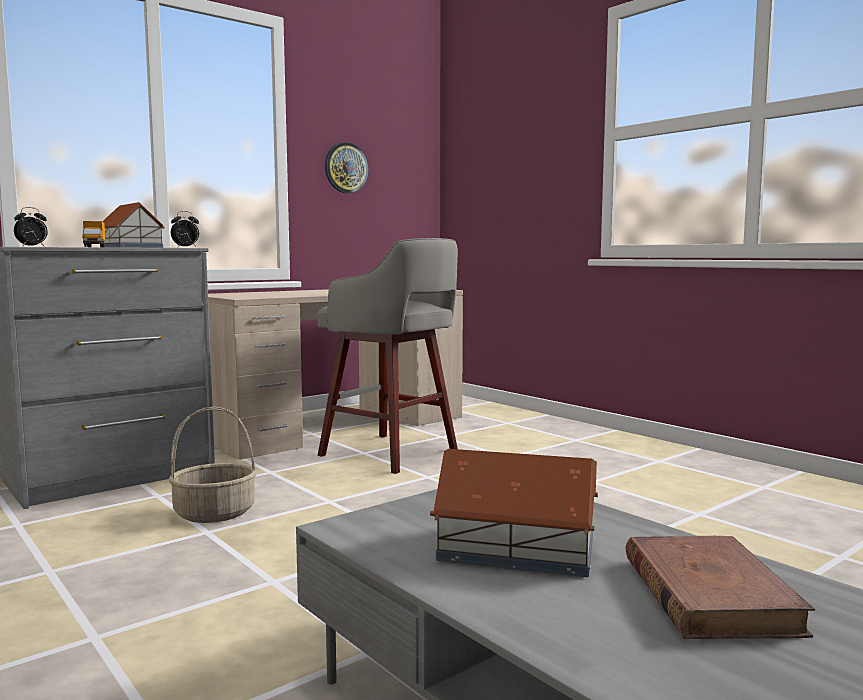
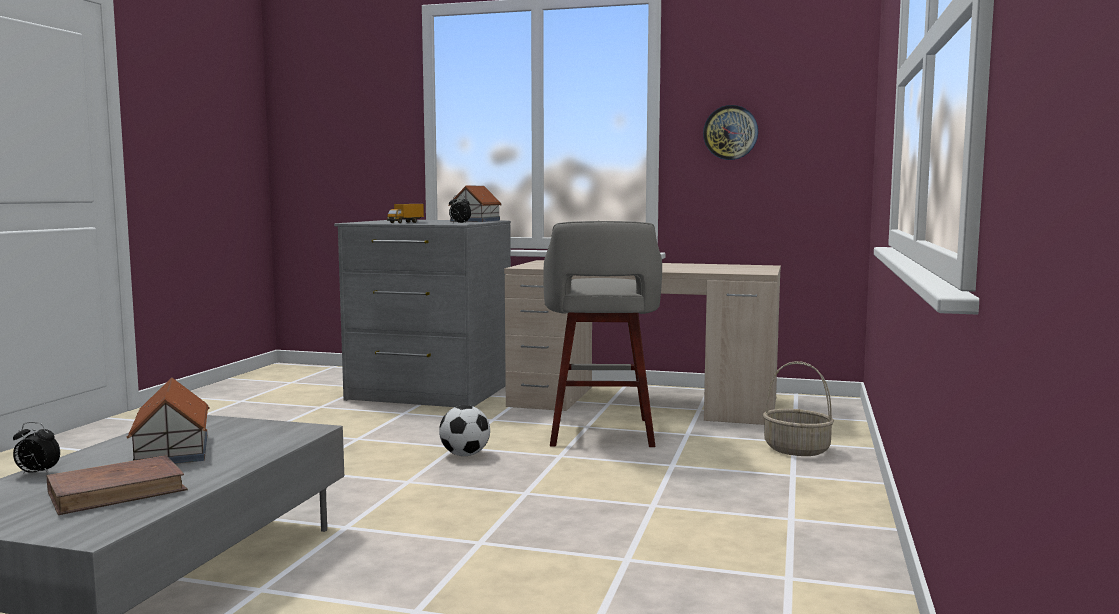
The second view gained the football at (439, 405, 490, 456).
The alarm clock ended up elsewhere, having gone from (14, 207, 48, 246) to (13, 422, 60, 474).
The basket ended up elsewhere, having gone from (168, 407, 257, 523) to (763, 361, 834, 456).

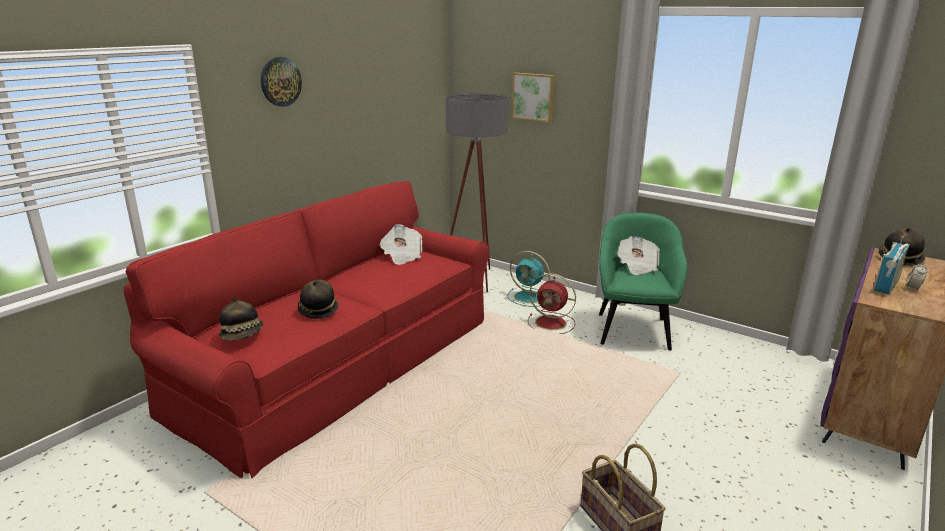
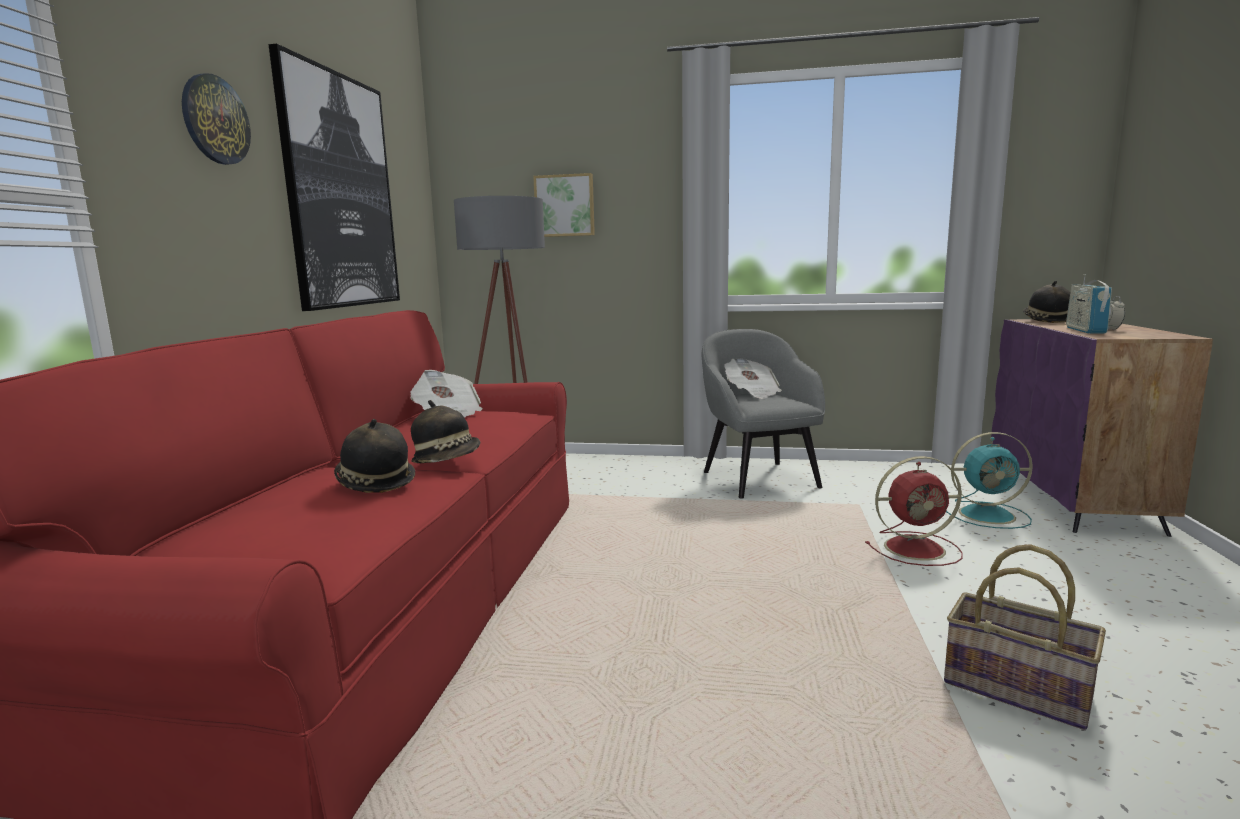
The second view gained the picture at (268, 44, 400, 311).
The hat ended up elsewhere, having gone from (219, 297, 264, 341) to (411, 400, 480, 463).
The turquoise fan ended up elsewhere, having gone from (507, 251, 550, 307) to (946, 432, 1033, 529).
The red fan ended up elsewhere, having gone from (528, 273, 576, 334) to (865, 456, 962, 566).
What was the green armchair at (599, 213, 688, 351) turned into the grey armchair at (702, 329, 825, 499).

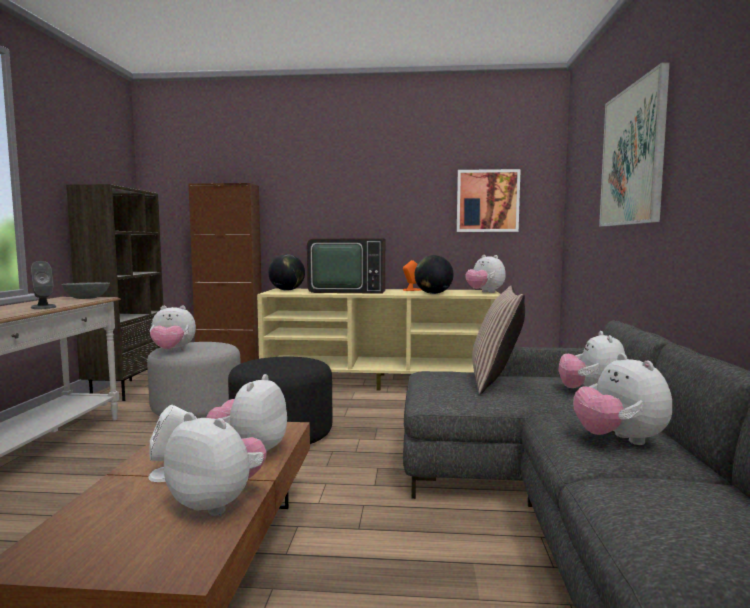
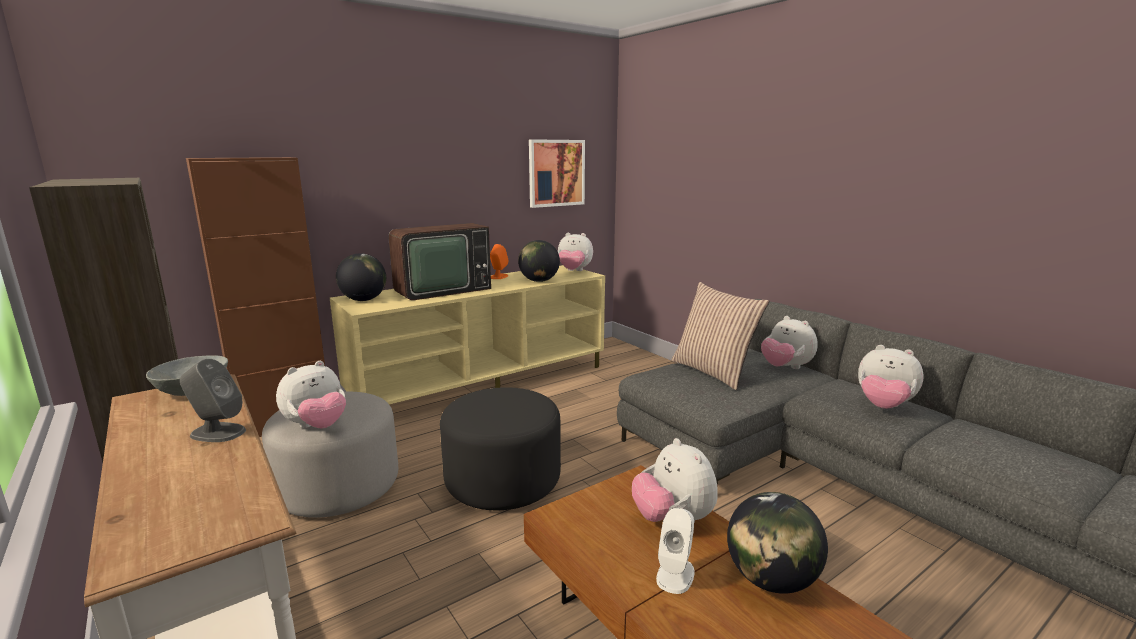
The second view lost the picture at (599, 62, 670, 227).
Where the plush toy stood at (164, 412, 267, 516), the globe came to stand at (727, 492, 828, 594).

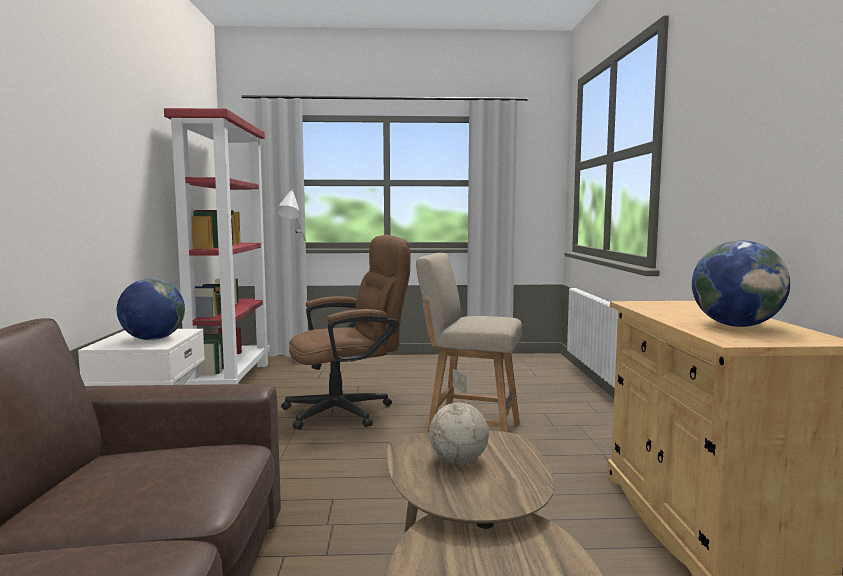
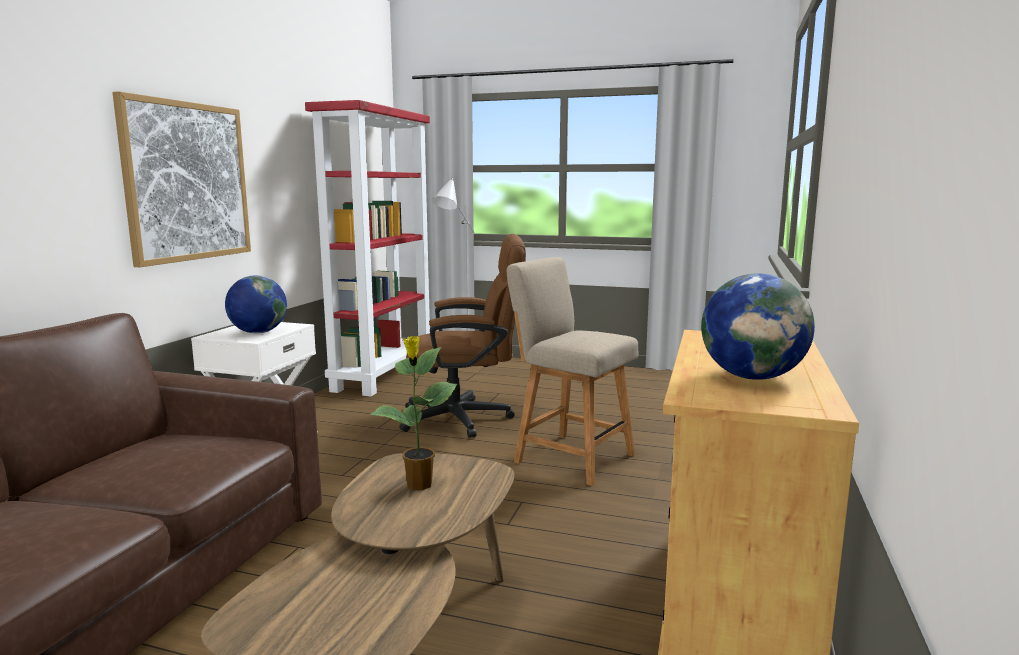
The second view gained the picture at (112, 91, 251, 267).
Where the globe stood at (429, 369, 489, 464), the potted plant came to stand at (370, 336, 457, 490).

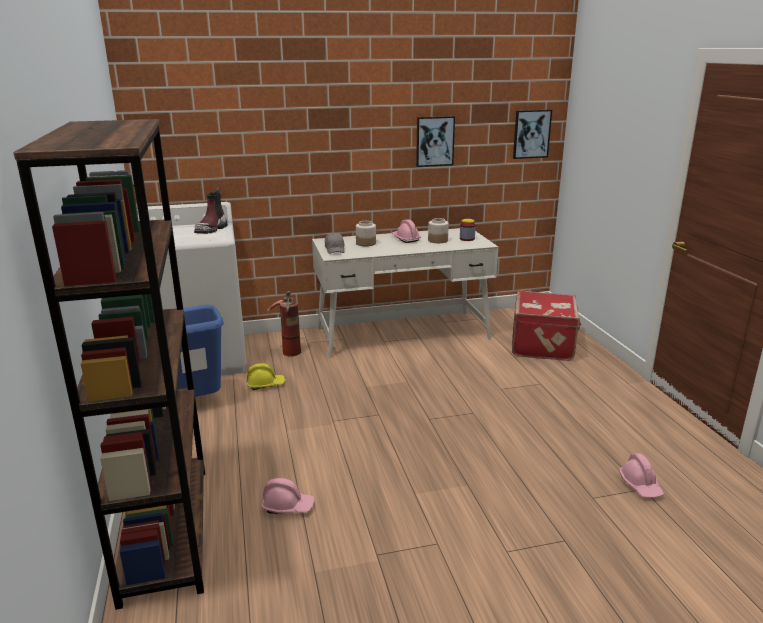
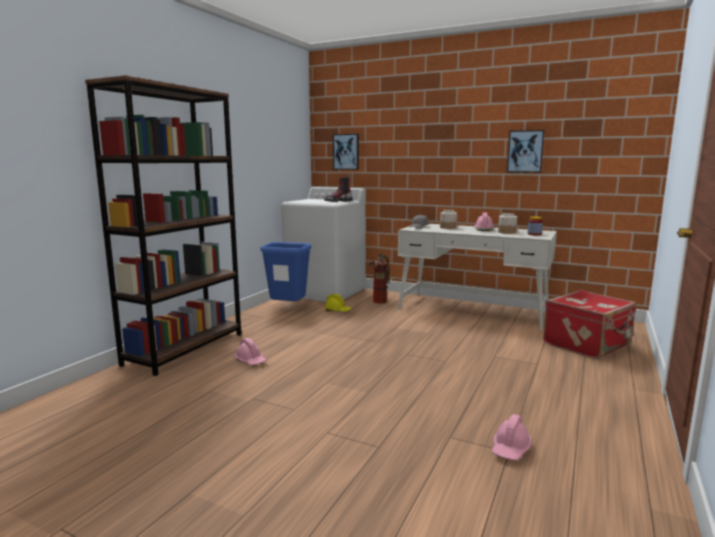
The picture ended up elsewhere, having gone from (513, 110, 552, 159) to (333, 134, 359, 170).

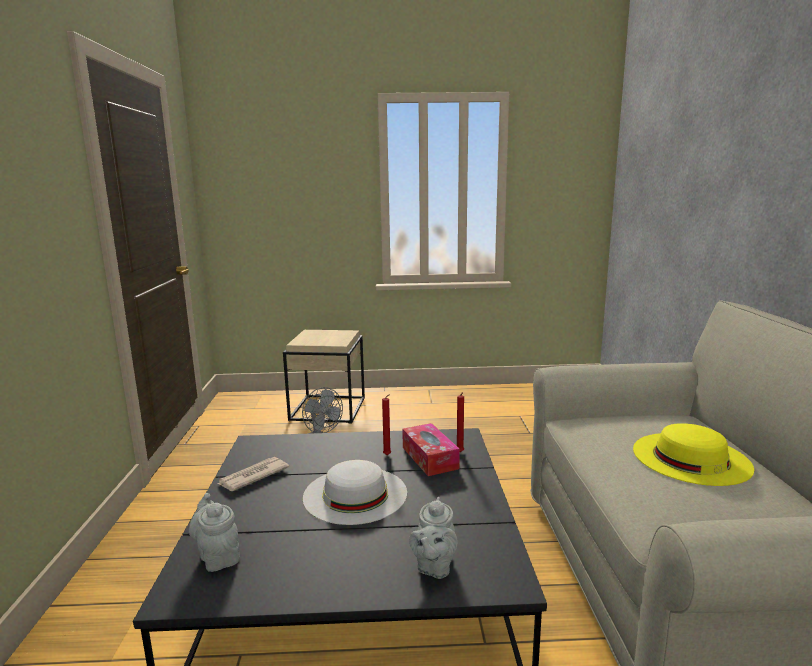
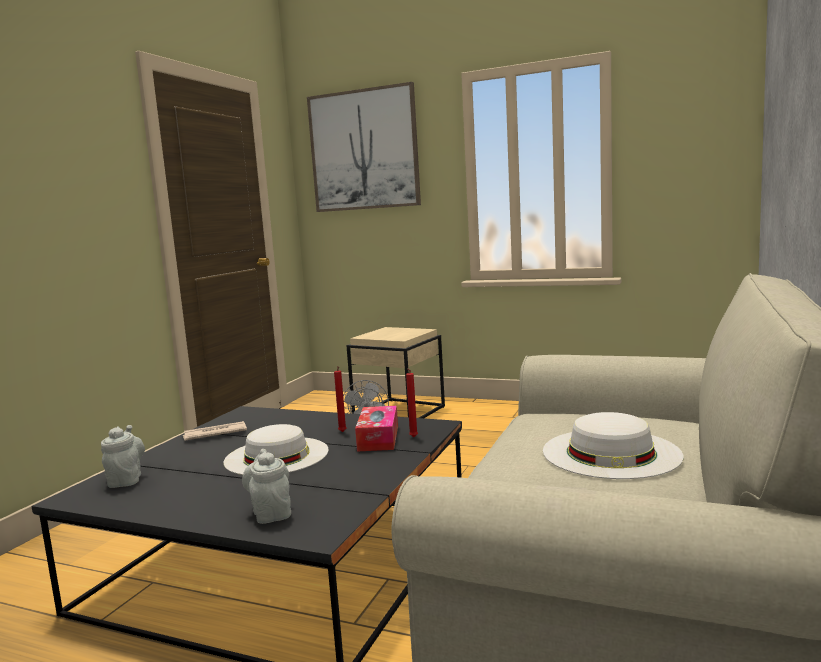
The second view gained the picture at (307, 82, 421, 212).
What was the yellow hat at (633, 423, 754, 486) turned into the white hat at (543, 412, 684, 479).
The grey teapot at (409, 497, 458, 579) ended up facing another way, 120 degrees clockwise from before.

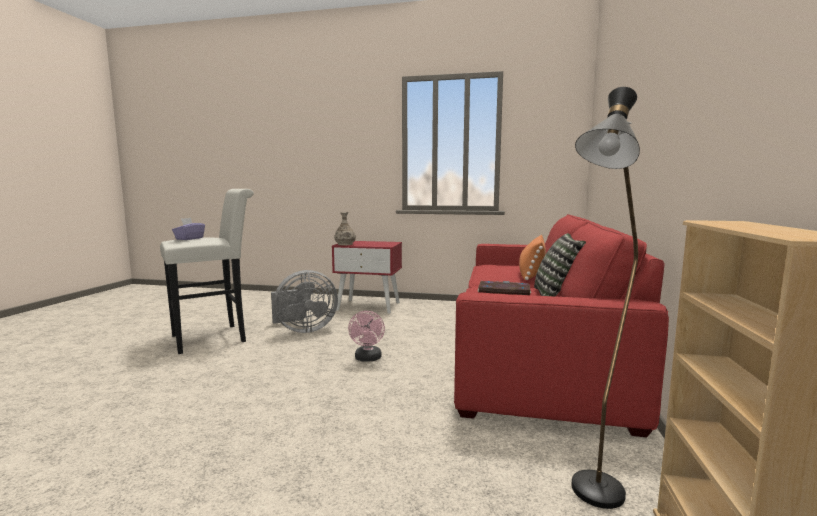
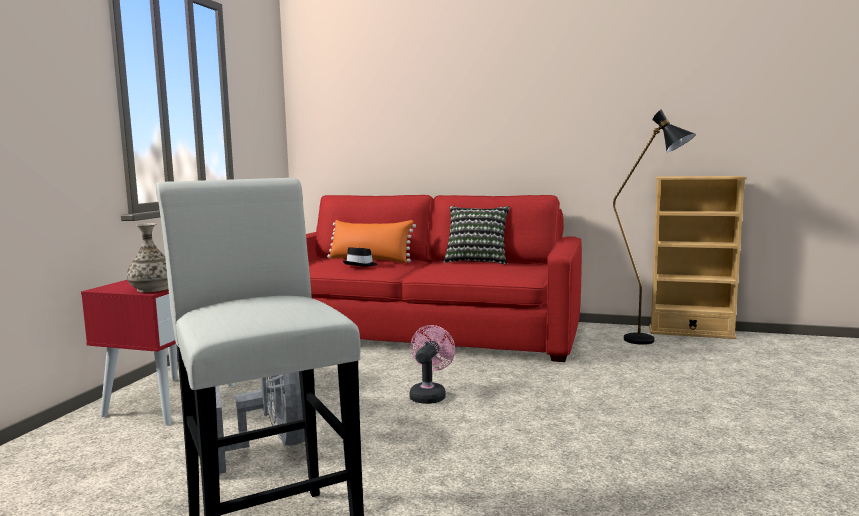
The second view lost the purple tissue box at (172, 218, 205, 240).
The second view lost the book at (477, 281, 531, 295).
The second view gained the black hat at (343, 247, 378, 266).
The pink fan at (348, 311, 385, 362) ended up facing another way, 75 degrees counterclockwise from before.

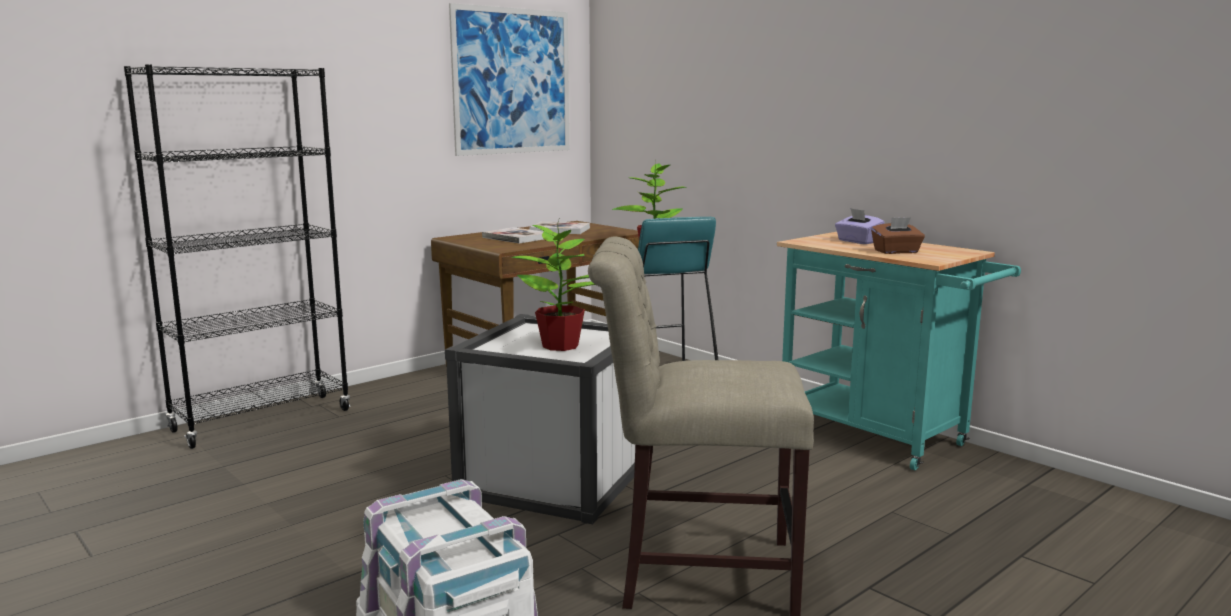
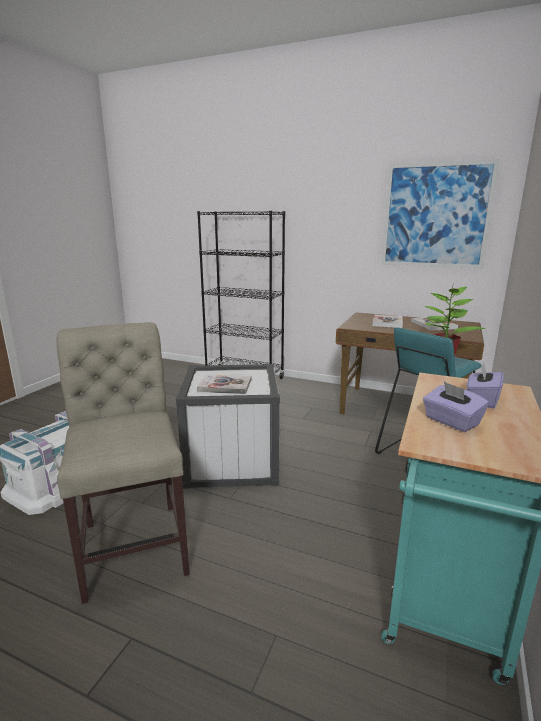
Where the potted plant stood at (512, 219, 595, 351), the book came to stand at (197, 374, 251, 394).
What was the brown tissue box at (871, 217, 925, 254) turned into the purple tissue box at (423, 382, 489, 432).

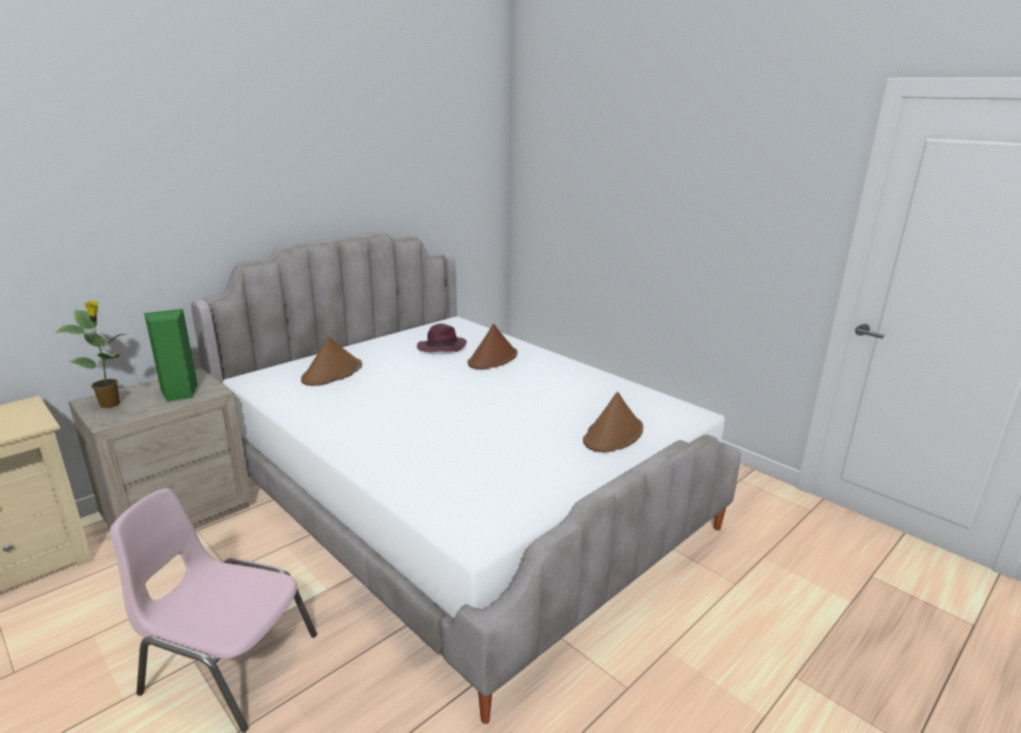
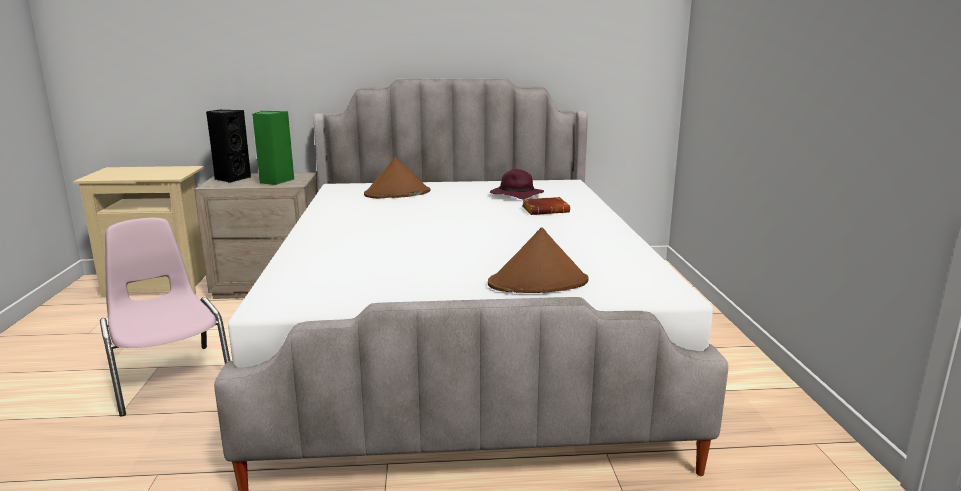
Where the potted plant stood at (54, 301, 125, 408), the black speaker came to stand at (206, 110, 251, 183).
Where the brown hat stood at (468, 324, 517, 369), the brown book came to stand at (522, 197, 570, 215).

